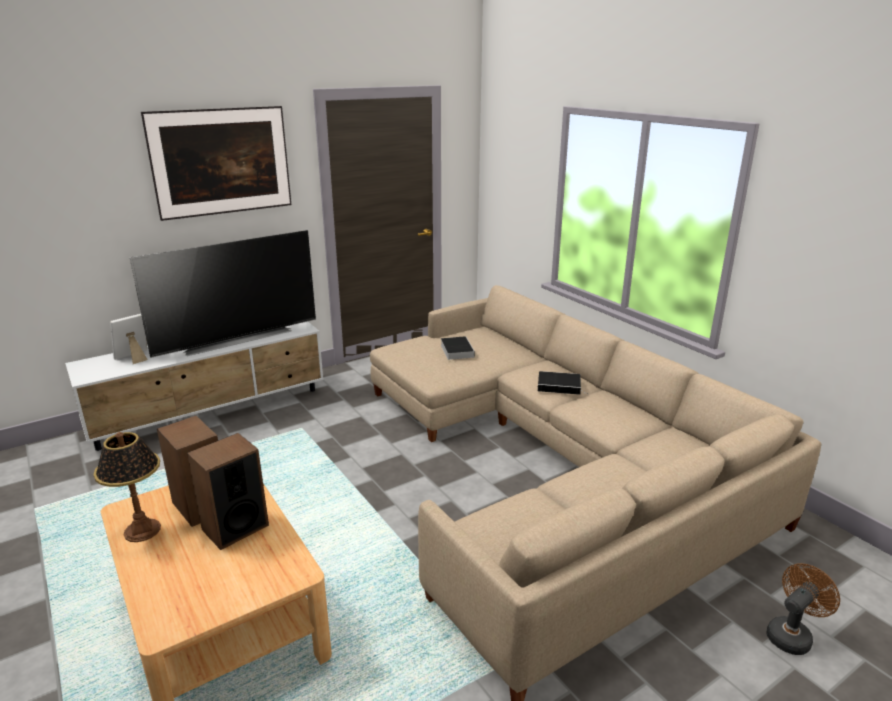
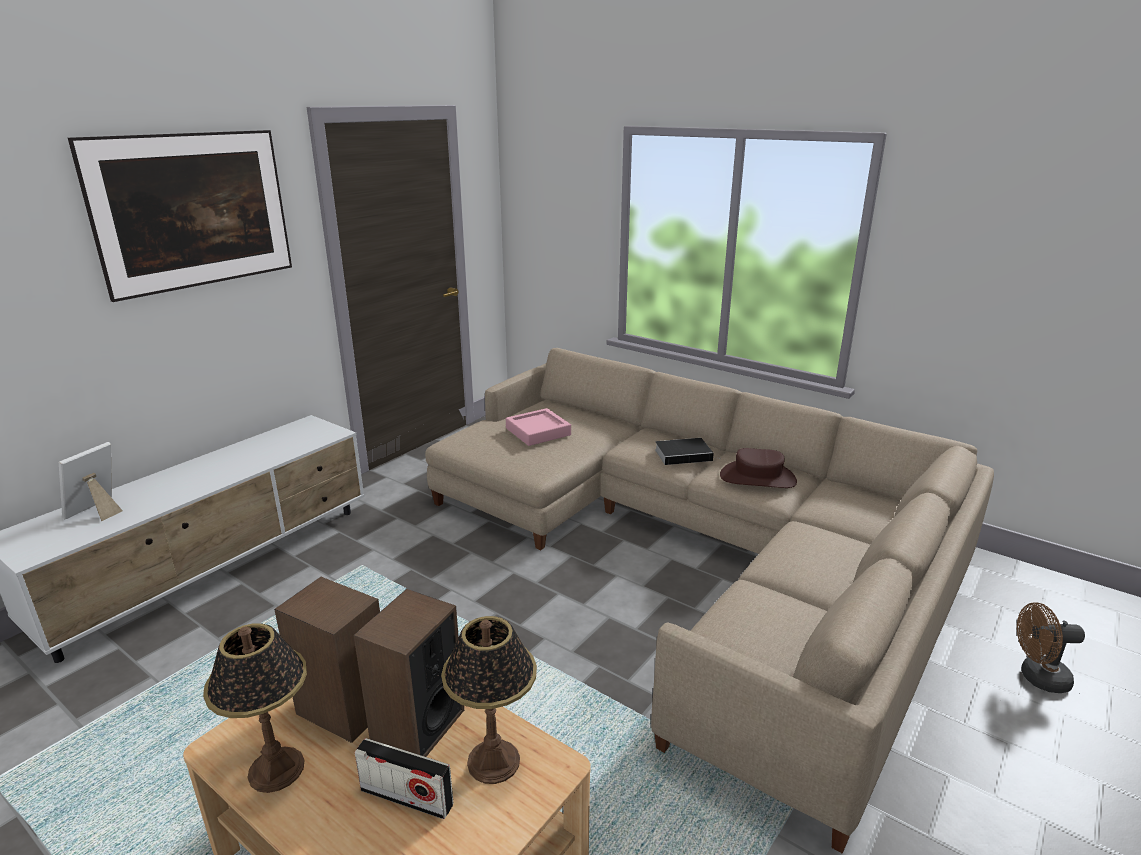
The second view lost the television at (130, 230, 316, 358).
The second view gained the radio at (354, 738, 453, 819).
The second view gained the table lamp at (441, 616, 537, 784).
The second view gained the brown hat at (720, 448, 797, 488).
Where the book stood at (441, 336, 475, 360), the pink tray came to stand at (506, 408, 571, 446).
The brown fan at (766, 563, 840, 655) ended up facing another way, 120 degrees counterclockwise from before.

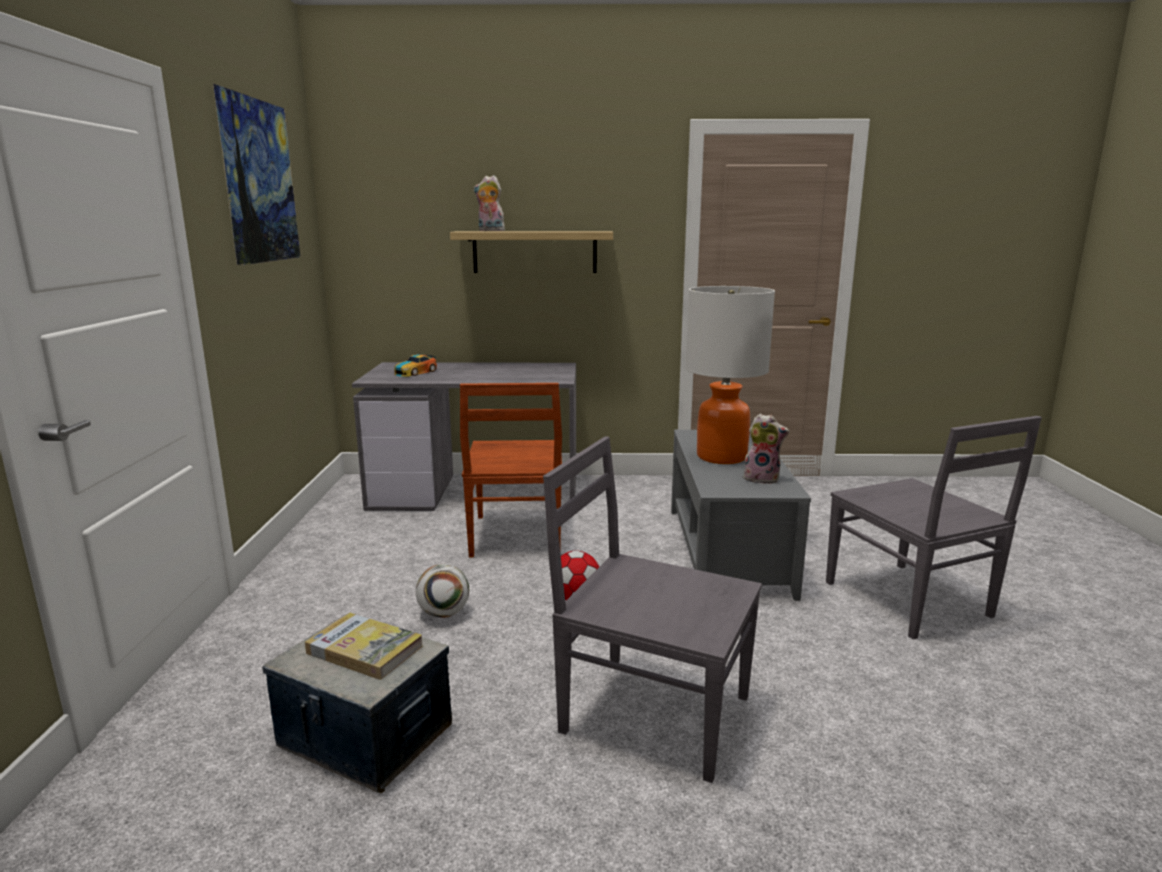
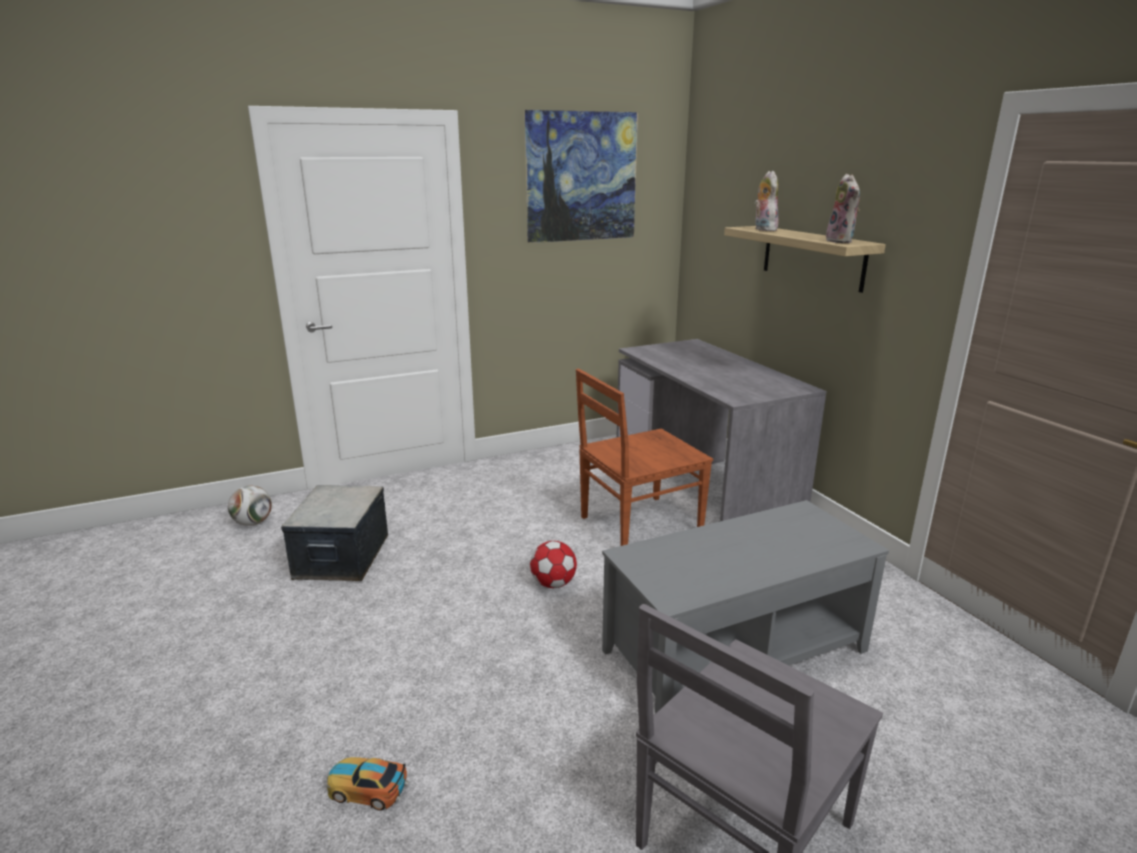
The second view lost the book at (305, 613, 423, 680).
The second view lost the grey chair at (543, 436, 762, 783).
The second view lost the table lamp at (686, 286, 775, 464).
The toy car ended up elsewhere, having gone from (394, 354, 437, 377) to (327, 757, 408, 811).
The football ended up elsewhere, having gone from (416, 564, 469, 618) to (228, 485, 272, 526).
The plush toy ended up elsewhere, having gone from (743, 413, 789, 484) to (826, 174, 860, 243).

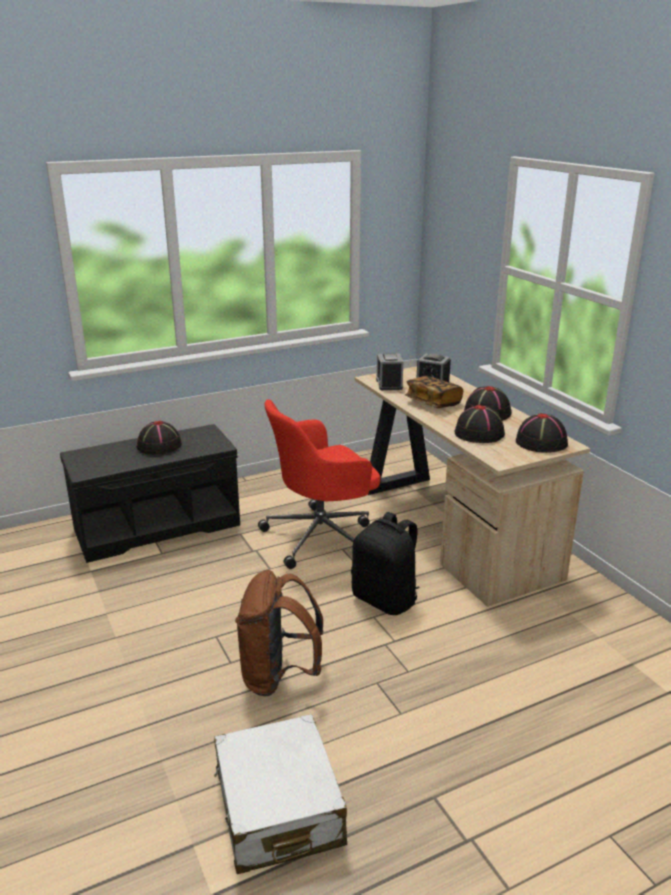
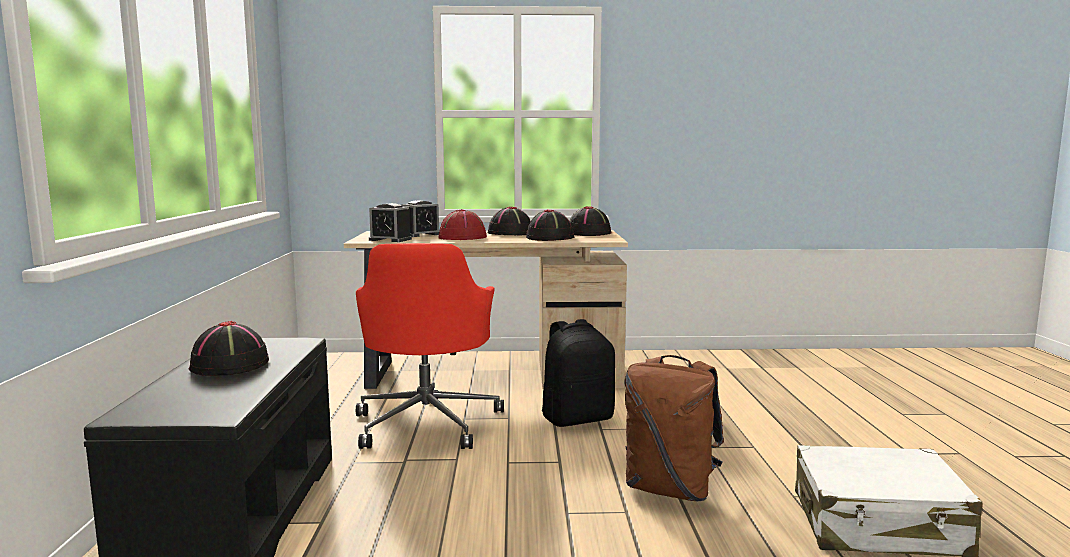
Where the book stood at (405, 376, 463, 408), the red hat came to stand at (439, 209, 487, 240).

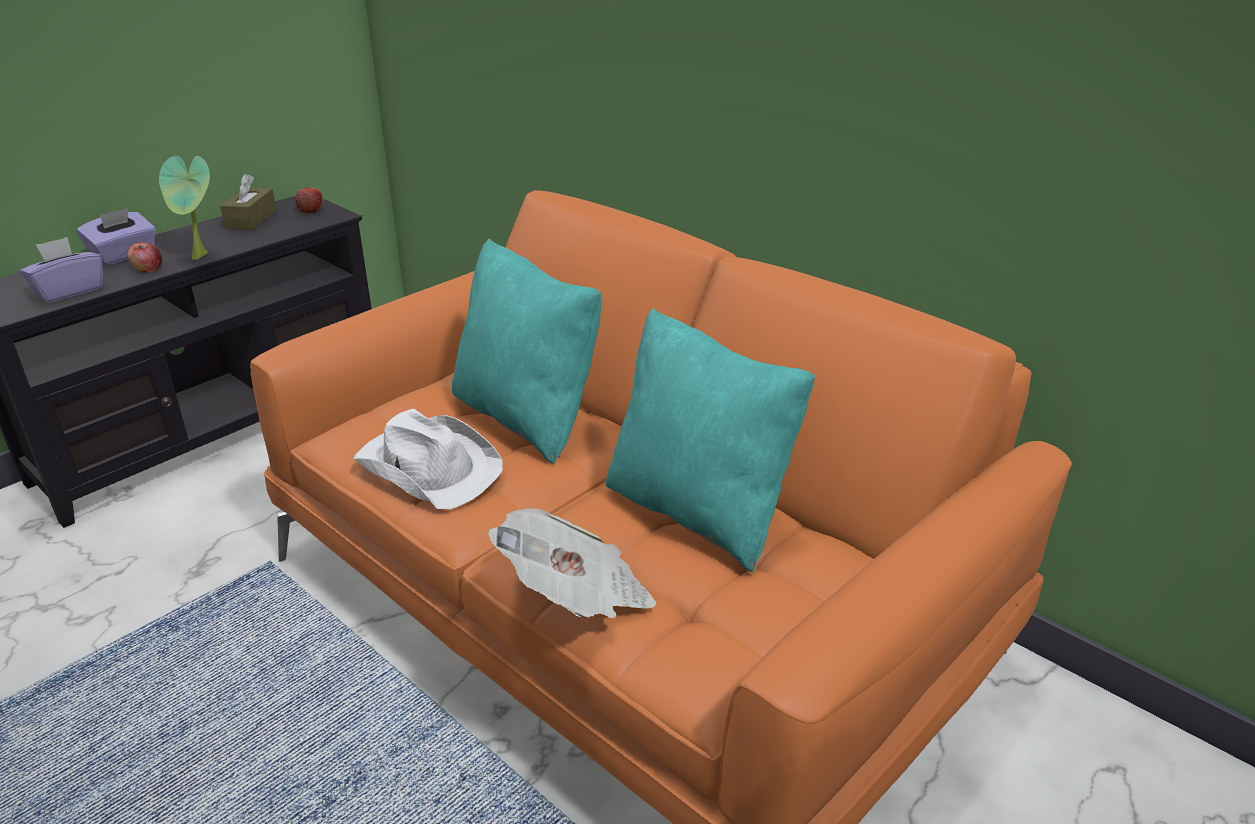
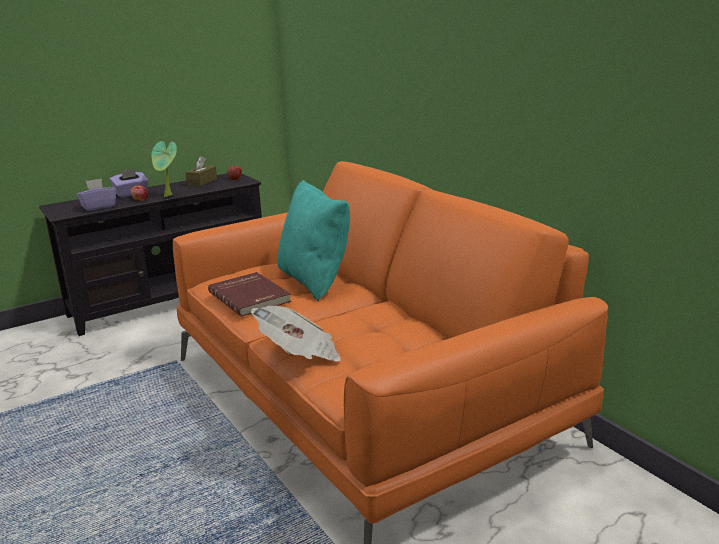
The second view lost the turquoise pillow at (606, 308, 816, 572).
Where the white hat stood at (354, 409, 503, 509), the red book came to stand at (208, 272, 291, 317).

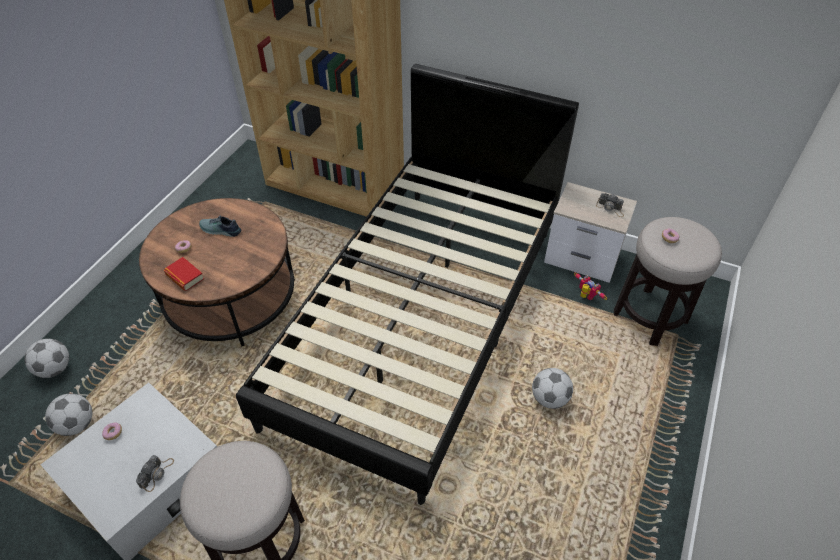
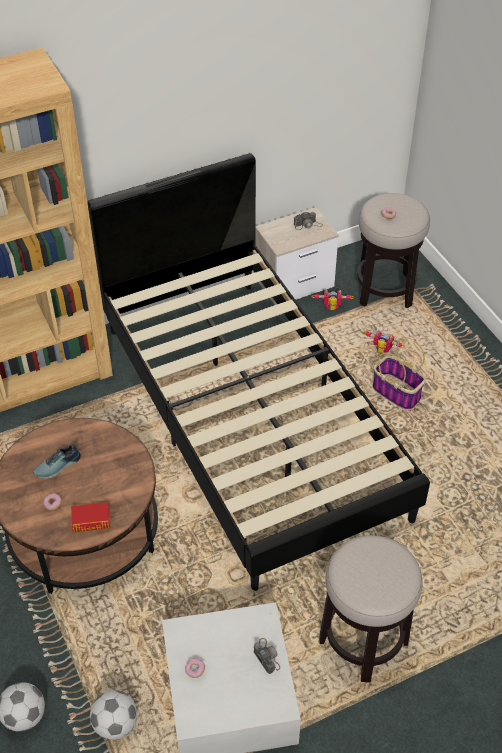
The second view gained the toy robot at (363, 330, 405, 353).
Where the football stood at (532, 368, 573, 409), the basket came to stand at (372, 337, 426, 410).

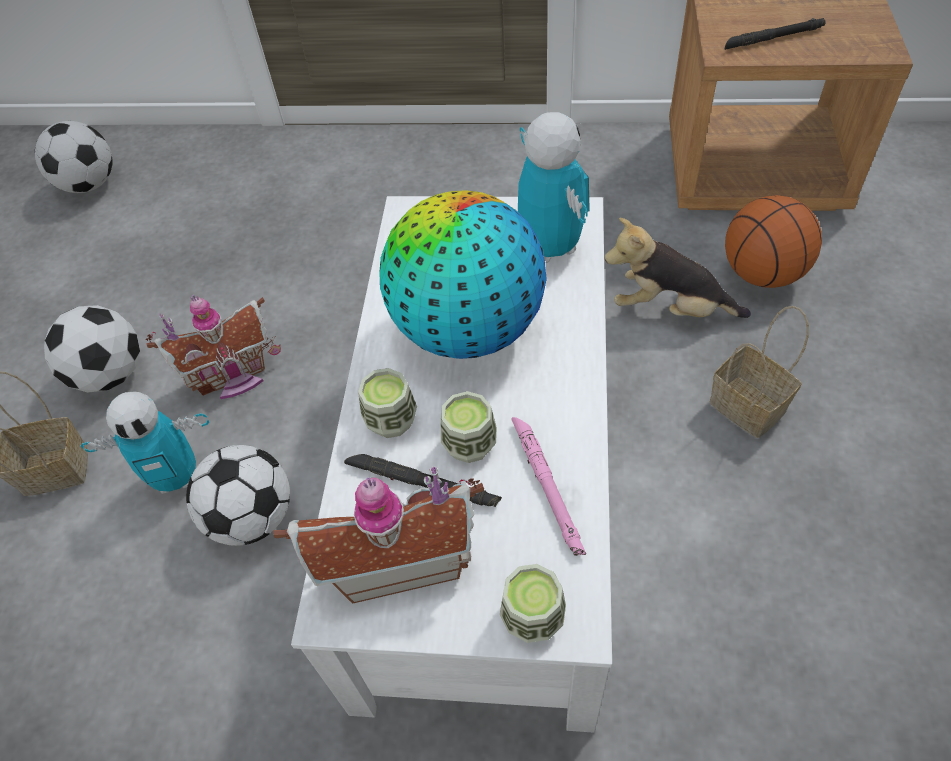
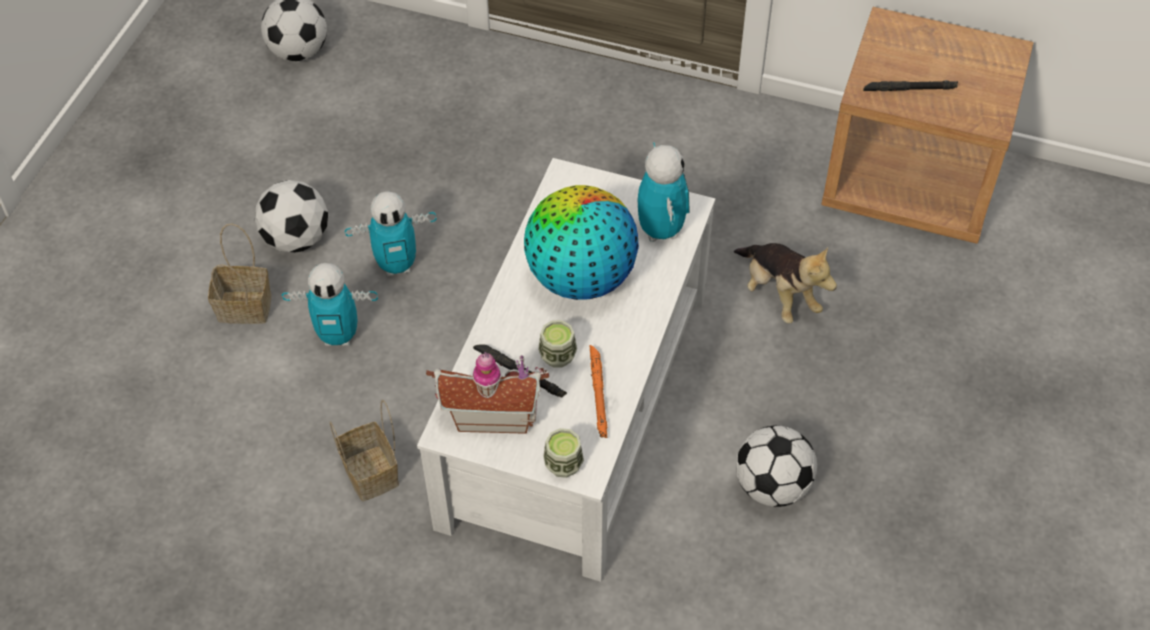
The second view lost the cup at (358, 368, 417, 438).
The second view lost the basketball at (725, 195, 822, 288).
The football ended up elsewhere, having gone from (186, 445, 290, 546) to (736, 425, 817, 507).
The basket ended up elsewhere, having gone from (710, 306, 809, 438) to (330, 400, 399, 501).
Where the toy house stood at (145, 295, 281, 399), the toy robot came to stand at (345, 191, 437, 276).
What was the pink flashlight at (511, 417, 586, 556) turned into the orange flashlight at (590, 345, 607, 438).
The plush toy at (604, 218, 751, 318) ended up facing another way, 150 degrees counterclockwise from before.

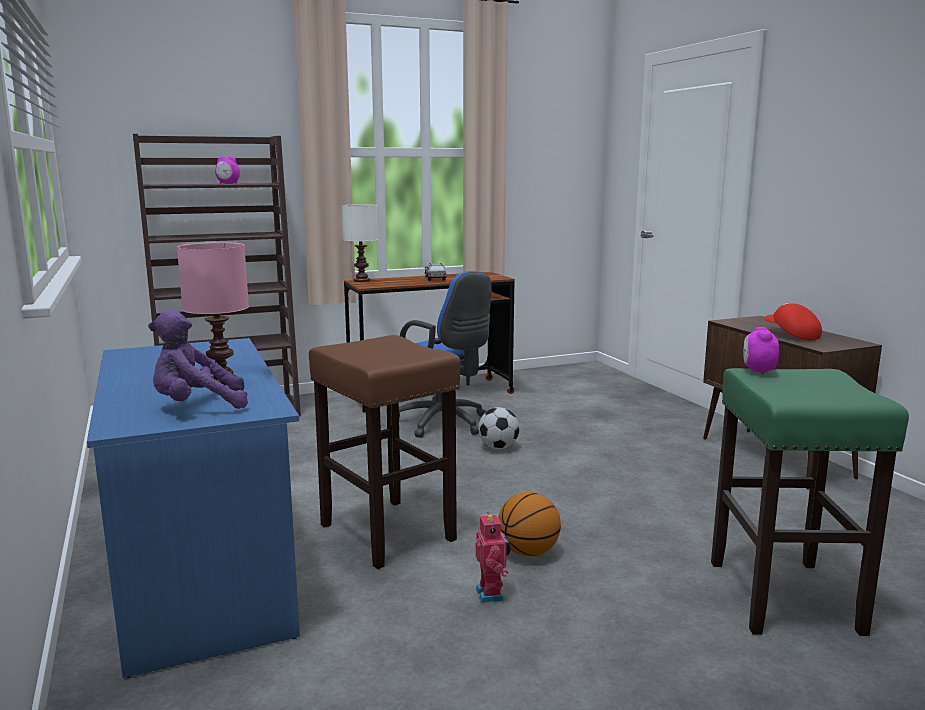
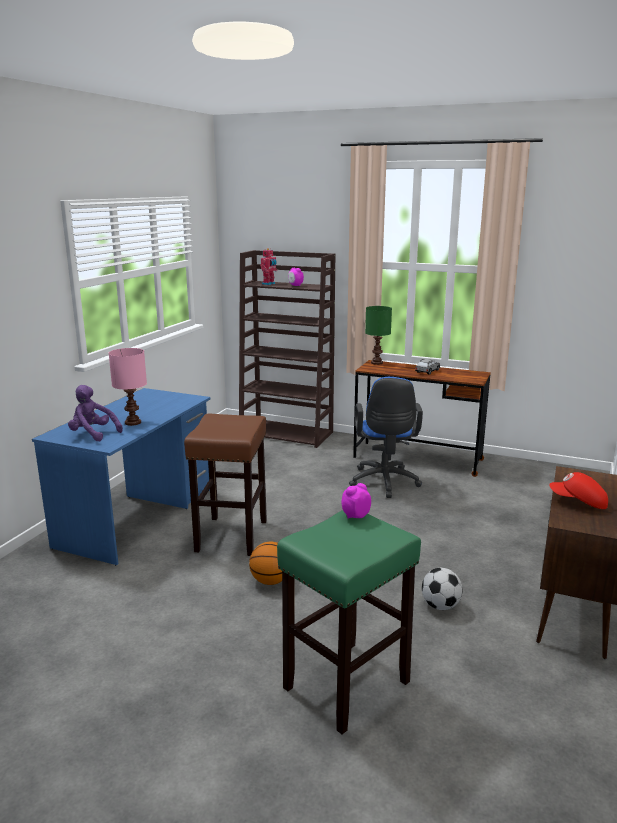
The toy robot ended up elsewhere, having gone from (476, 512, 511, 603) to (260, 248, 278, 285).
The football ended up elsewhere, having gone from (478, 407, 520, 449) to (422, 568, 462, 610).
What was the white table lamp at (342, 204, 378, 282) turned into the green table lamp at (365, 306, 392, 365).
The red cap at (765, 303, 822, 341) ended up facing another way, 90 degrees counterclockwise from before.

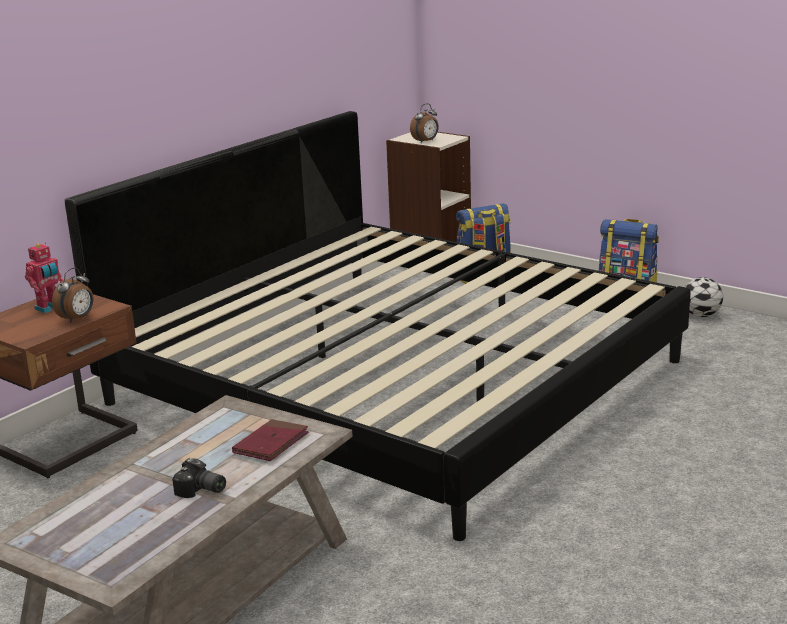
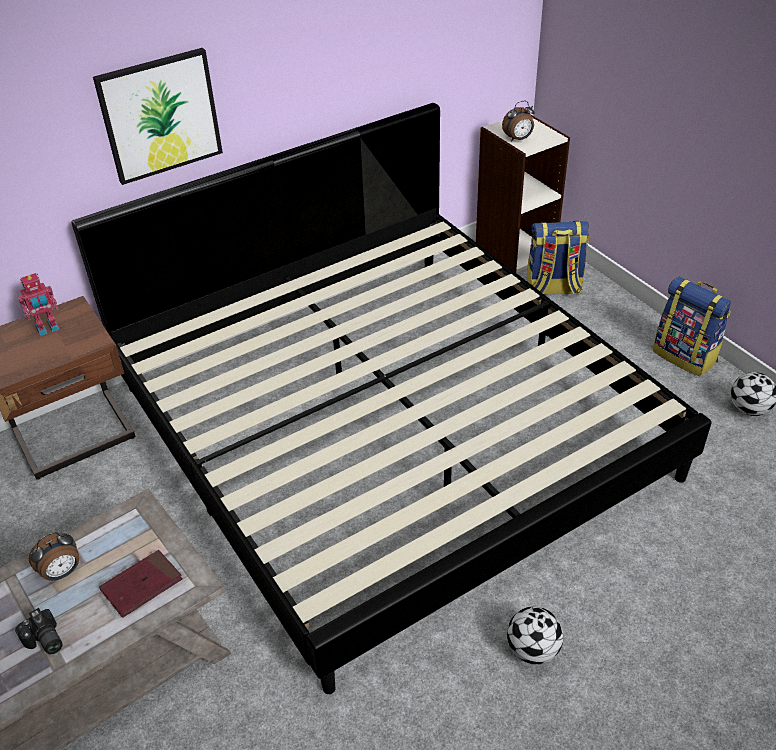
The second view gained the picture at (93, 48, 223, 185).
The second view gained the football at (507, 606, 563, 665).
The alarm clock ended up elsewhere, having gone from (52, 268, 93, 323) to (29, 532, 79, 581).

